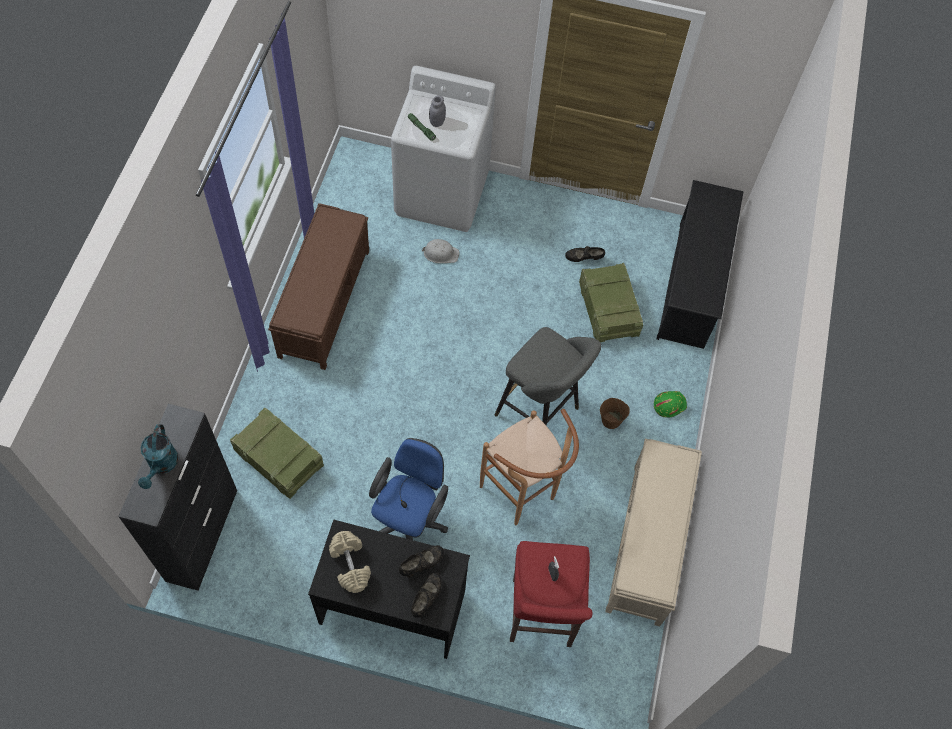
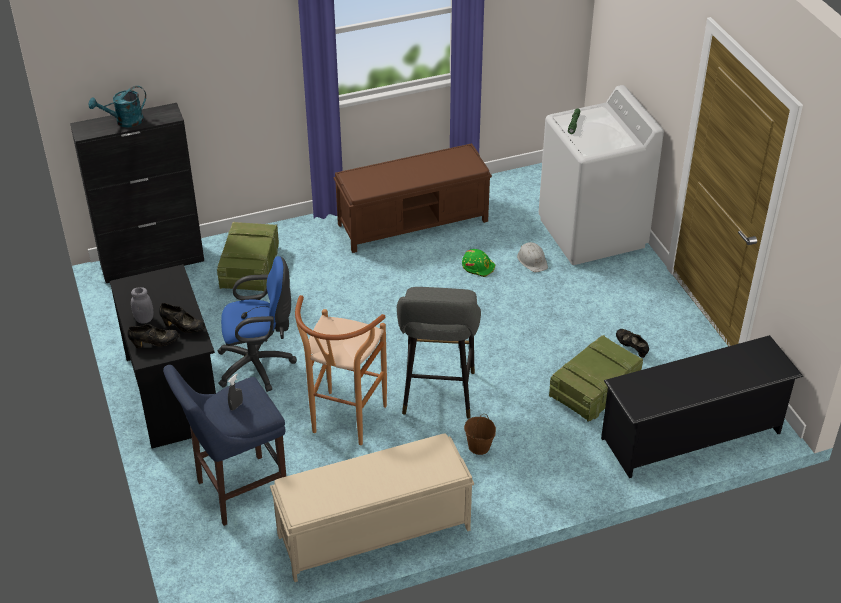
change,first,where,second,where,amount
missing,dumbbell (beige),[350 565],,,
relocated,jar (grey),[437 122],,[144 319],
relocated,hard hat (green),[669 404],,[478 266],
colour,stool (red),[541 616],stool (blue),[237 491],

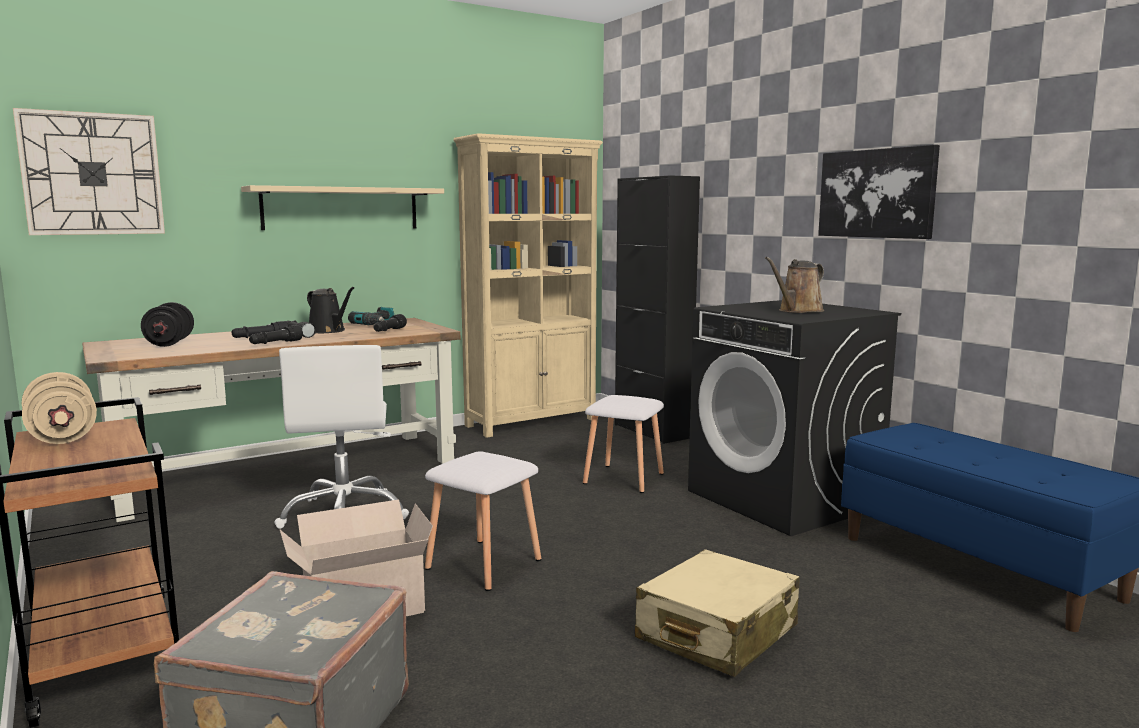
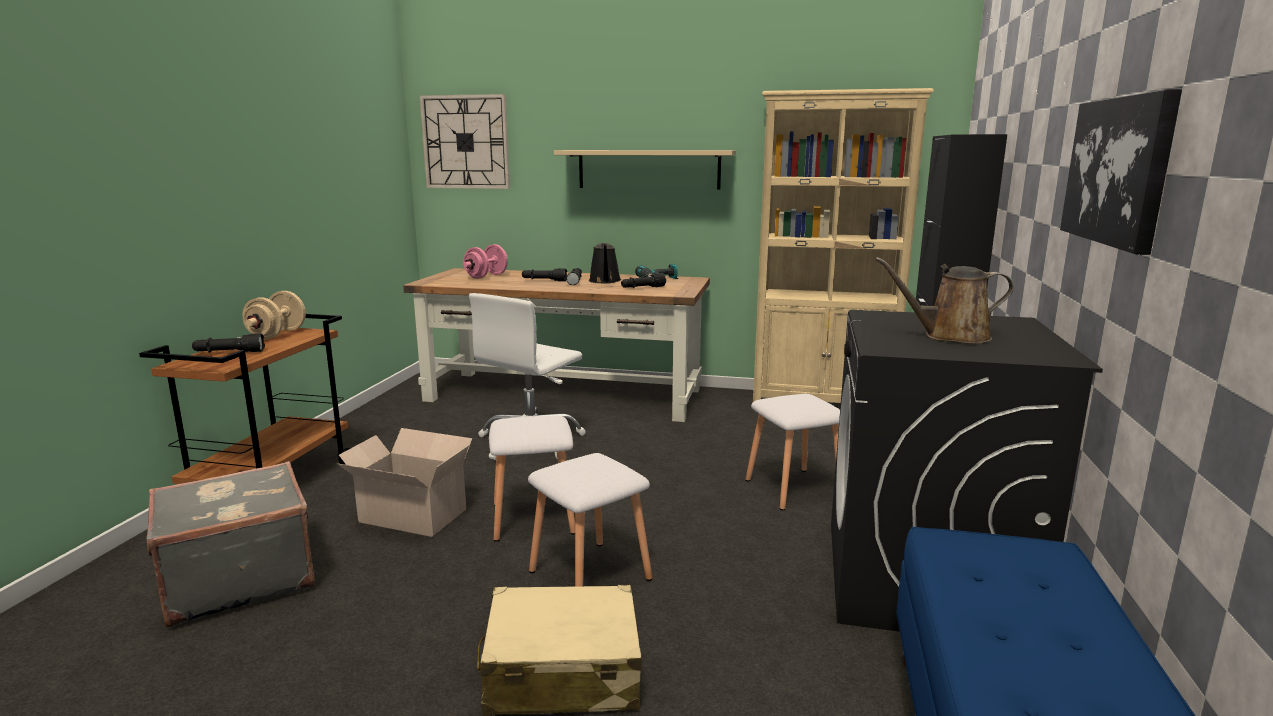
change,first,where,second,where,amount
appeared,,,stool (white),[592 575],
relocated,flashlight (black),[275 343],,[229 353],
colour,dumbbell (black),[170 343],dumbbell (pink),[486 276],

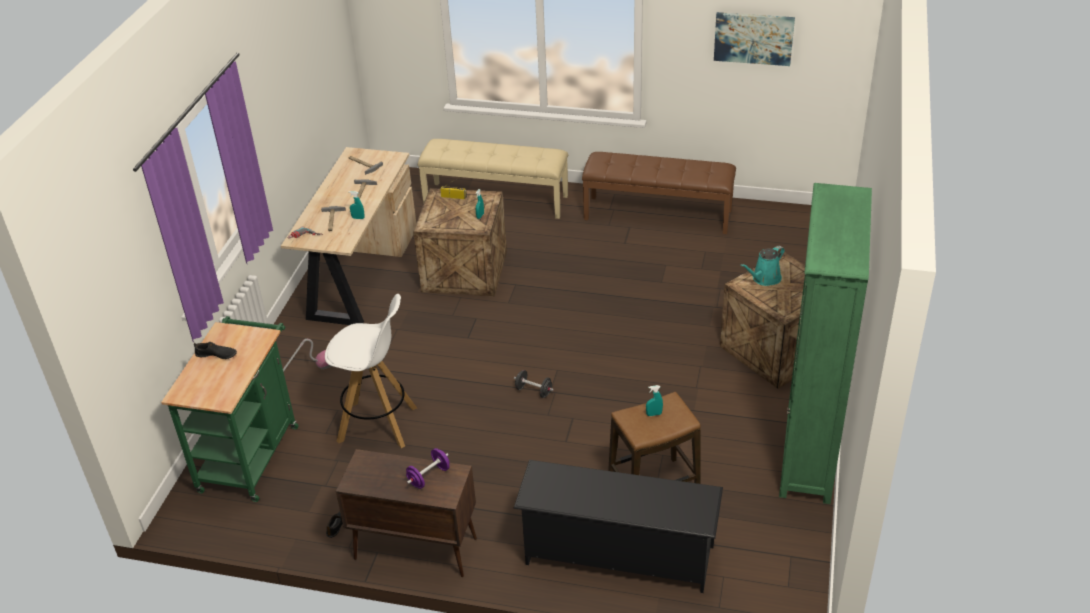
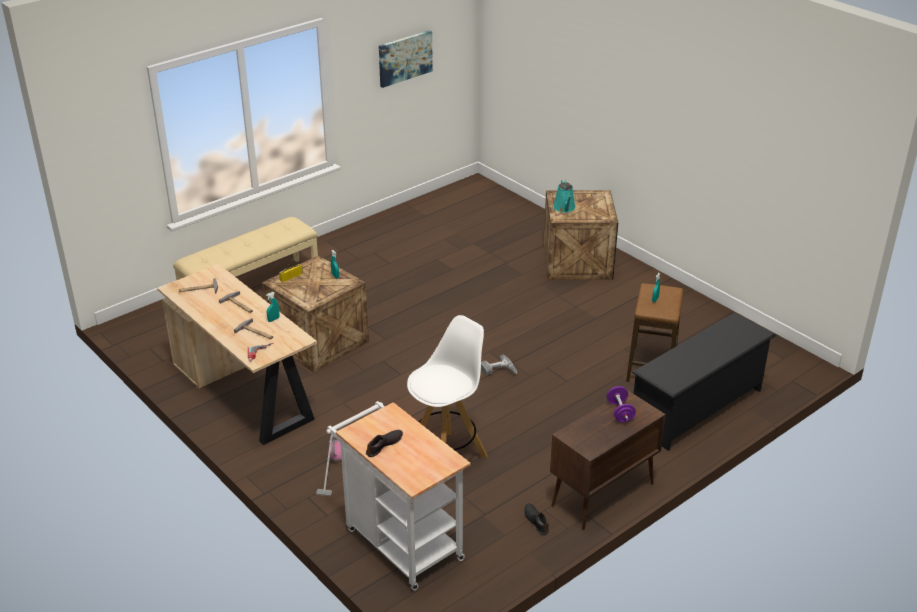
change,first,where,second,where,amount
missing,bench (brown),[658 214],,,
missing,bookcase (green),[808 454],,,
exchanged,dumbbell (black),[534 391],power drill,[498 371],
colour,cart (green),[251 453],cart (white),[399 541],

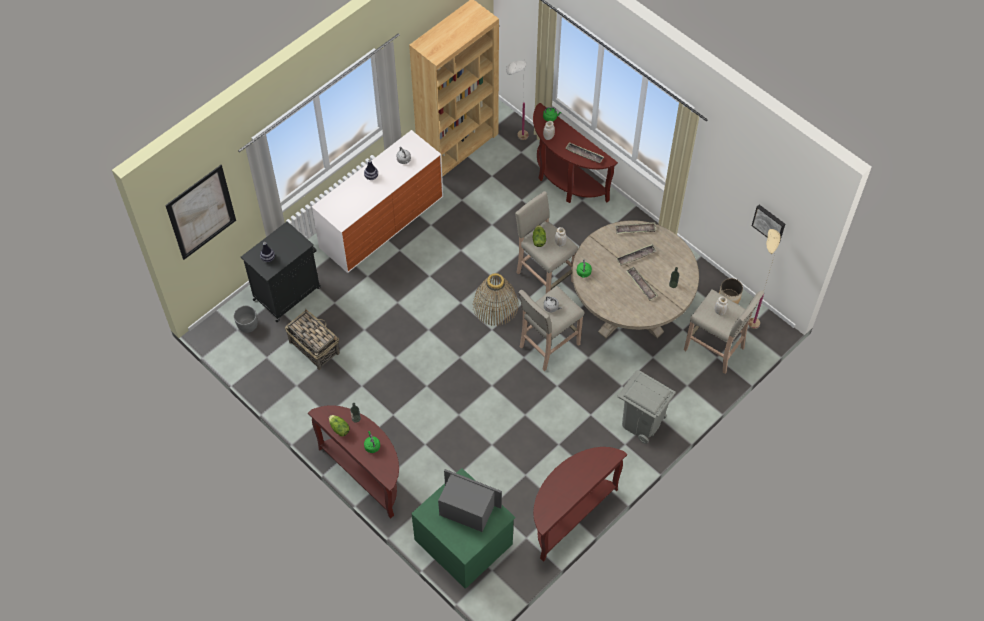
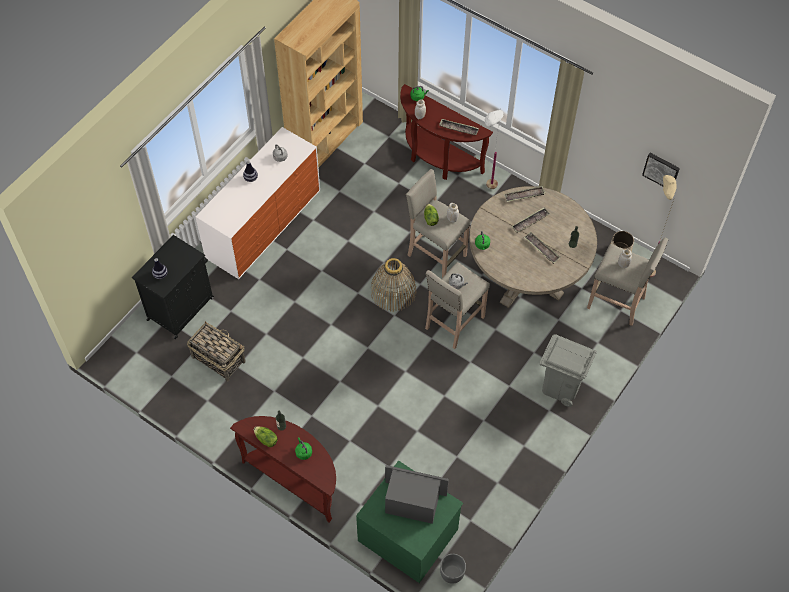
change,first,where,second,where,amount
missing,picture,[201 212],,,
missing,console table (brown),[569 514],,,
relocated,planter (grey),[247 325],,[452 573],
relocated,floor lamp (white),[516 143],,[487 193],

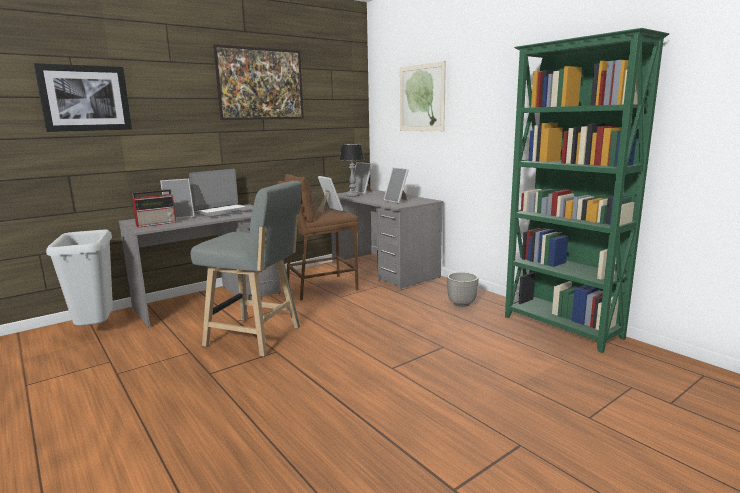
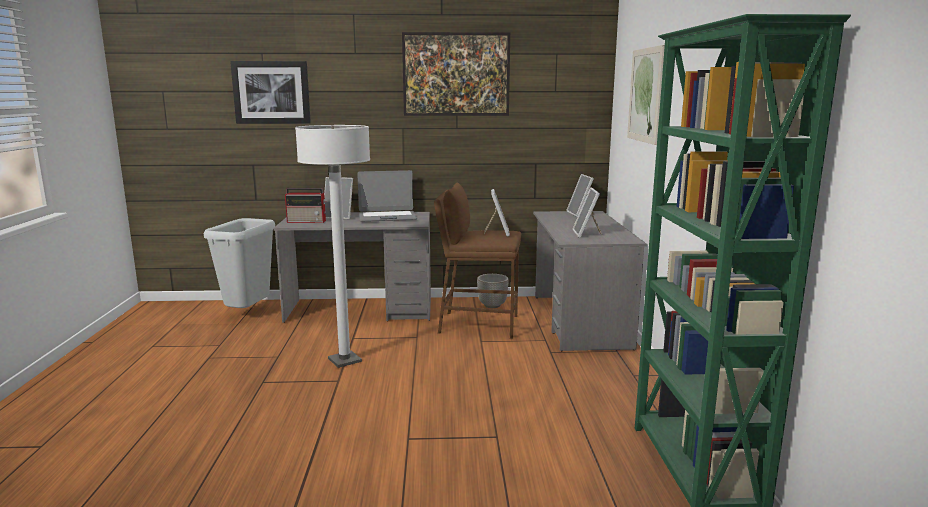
change,first,where,second,where,amount
missing,table lamp,[352 195],,,
relocated,planter,[462 304],,[492 305],
exchanged,stool (grey),[257 337],floor lamp (white),[344 360],

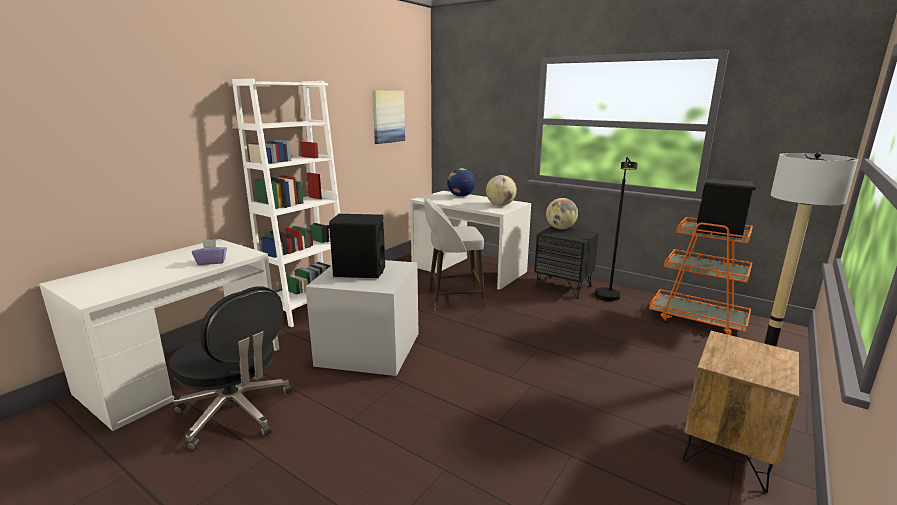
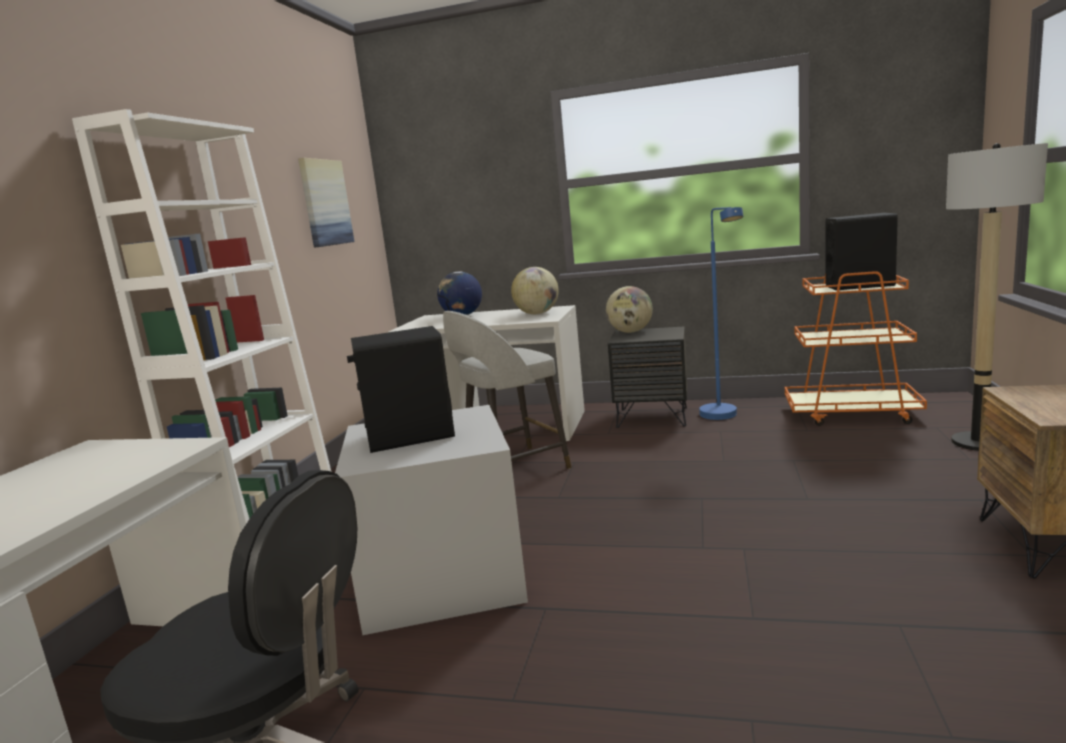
change,first,where,second,where,amount
missing,tissue box (purple),[211 262],,,
colour,floor lamp (black),[608 299],floor lamp (blue),[723 417],

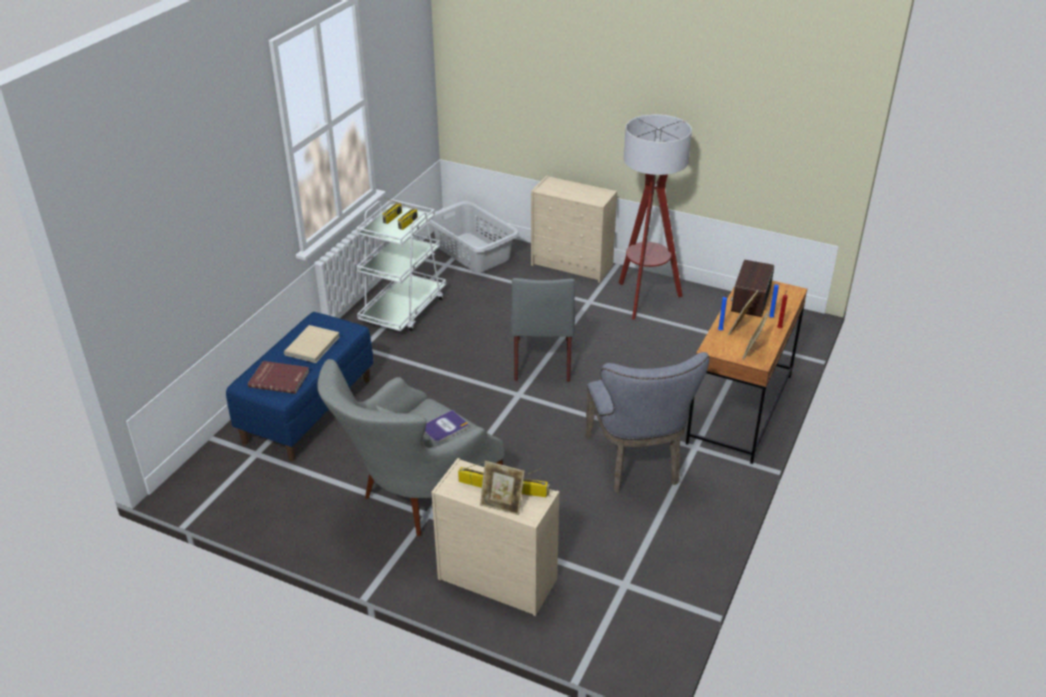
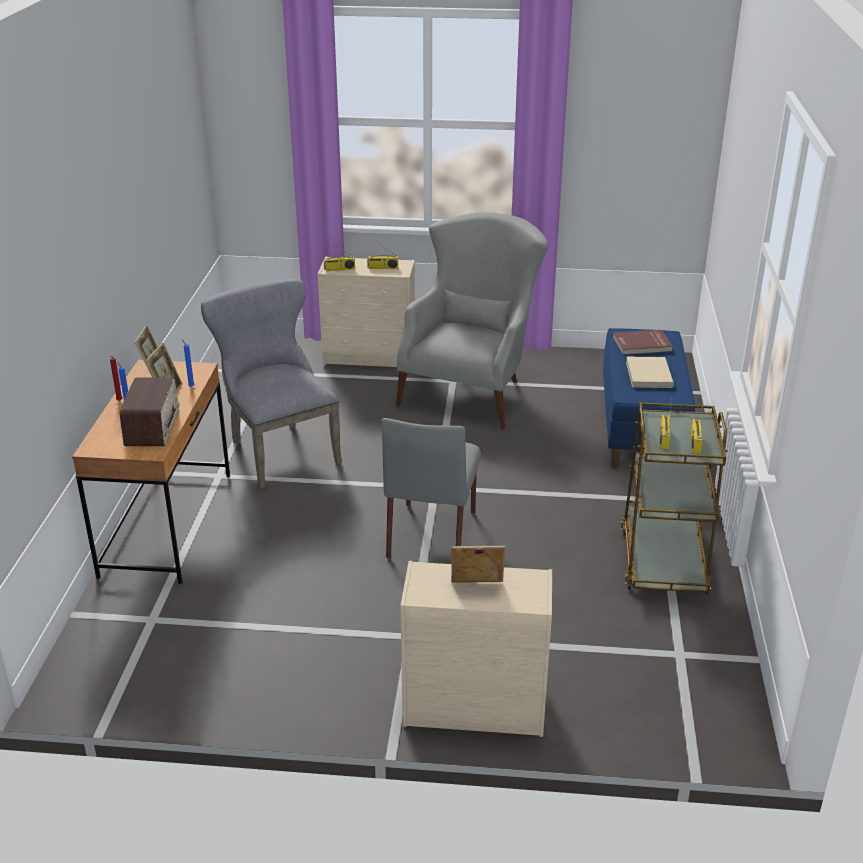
change,first,where,second,where,amount
missing,book,[444 427],,,
missing,laundry basket (grey),[472 253],,,
missing,floor lamp,[644 299],,,
relocated,picture frame,[502 505],,[477 587],
colour,cart (white),[404 309],cart (brown),[663 560],
spun,chair (grey),[542 359],,[432 533],150 degrees counterclockwise

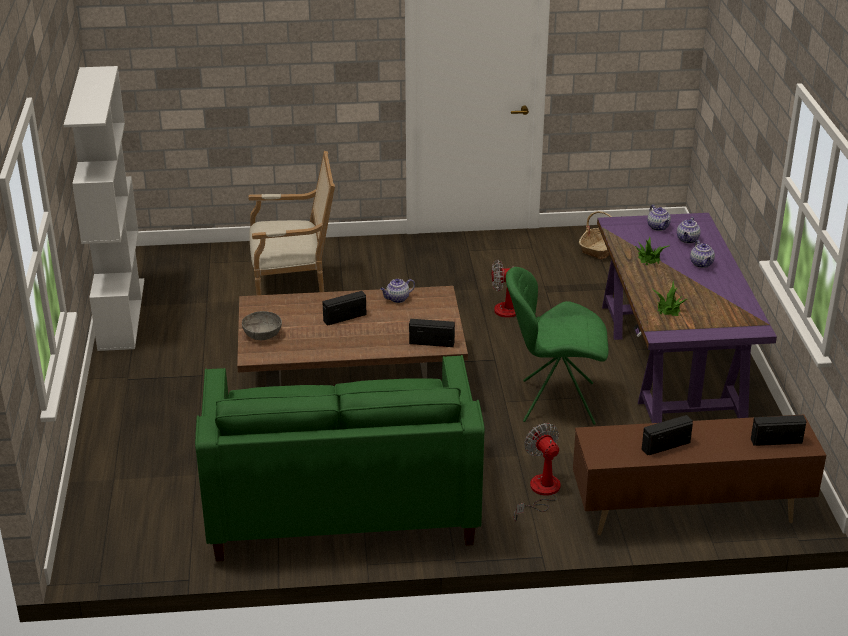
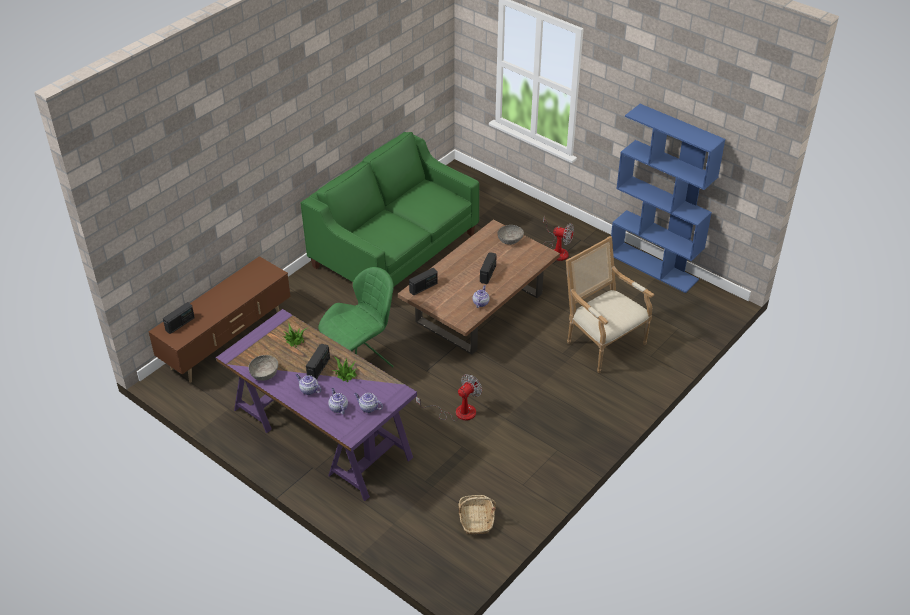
change,first,where,second,where,amount
appeared,,,bowl (grey),[264 373],
relocated,fan,[540 492],,[557 250],
relocated,radio,[665 445],,[319 368],
colour,bookcase (white),[121 314],bookcase (blue),[654 267],
spun,armchair,[294 289],,[602 342],105 degrees clockwise

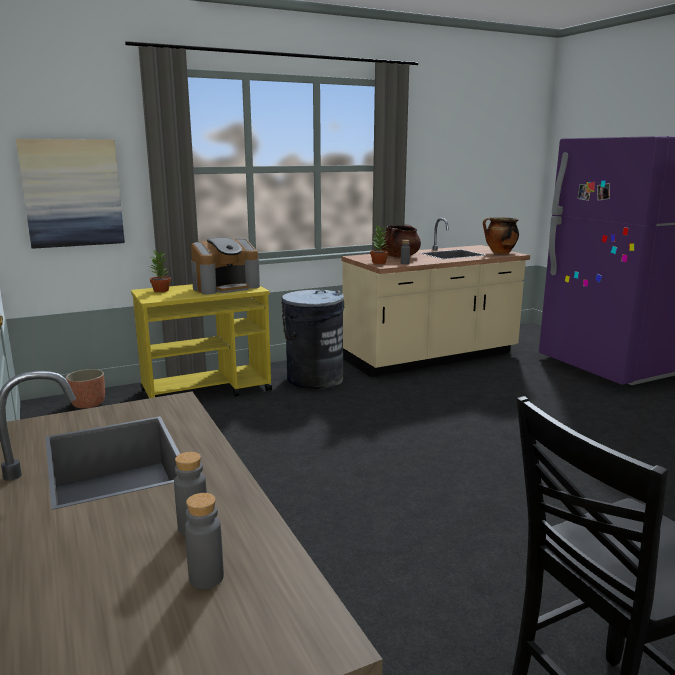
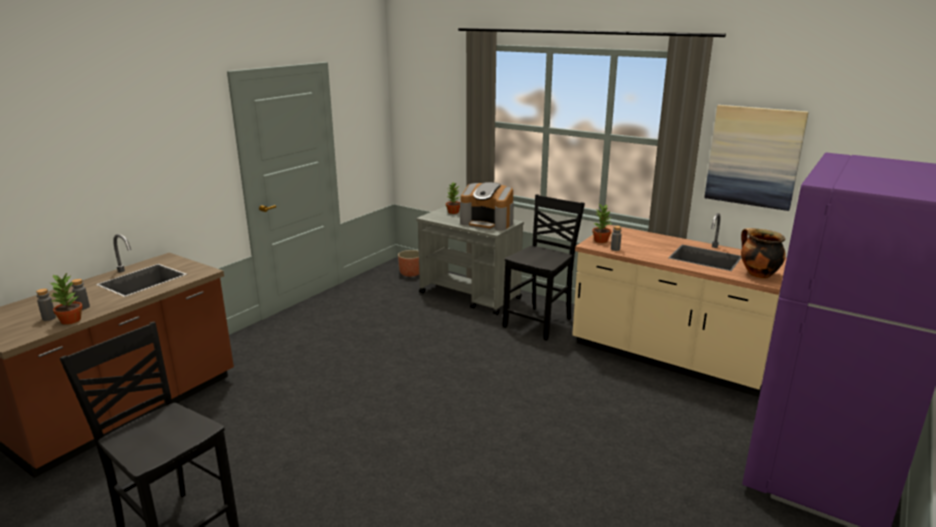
change,first,where,second,where,amount
missing,cooking pot (brown),[399 256],,,
appeared,,,potted plant,[71 320],
relocated,picture,[72 193],,[754 156],
exchanged,trash can (grey),[314 379],chair (black),[540 323],
colour,cart (yellow),[207 390],cart (grey),[470 296],

